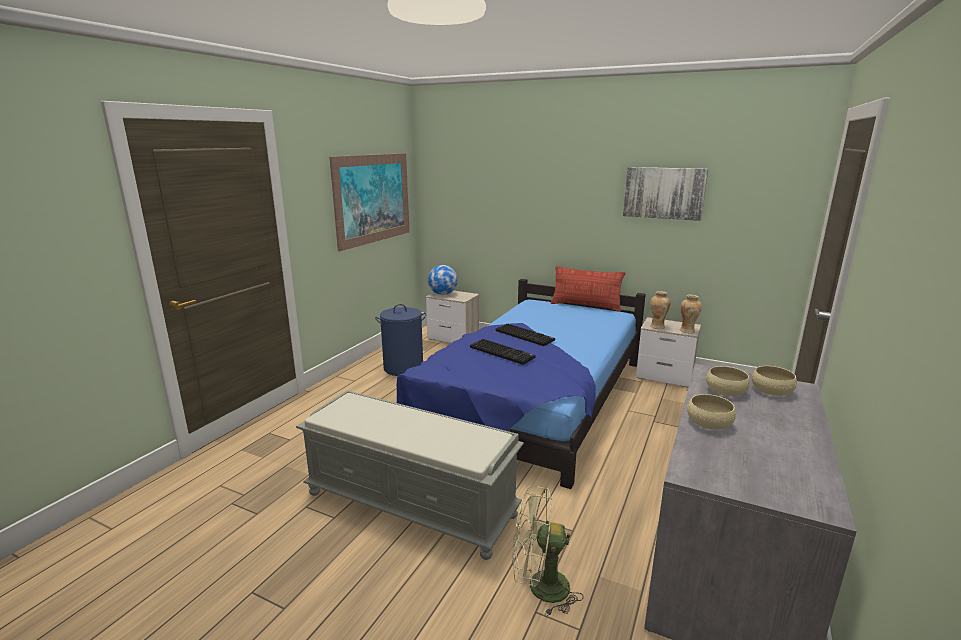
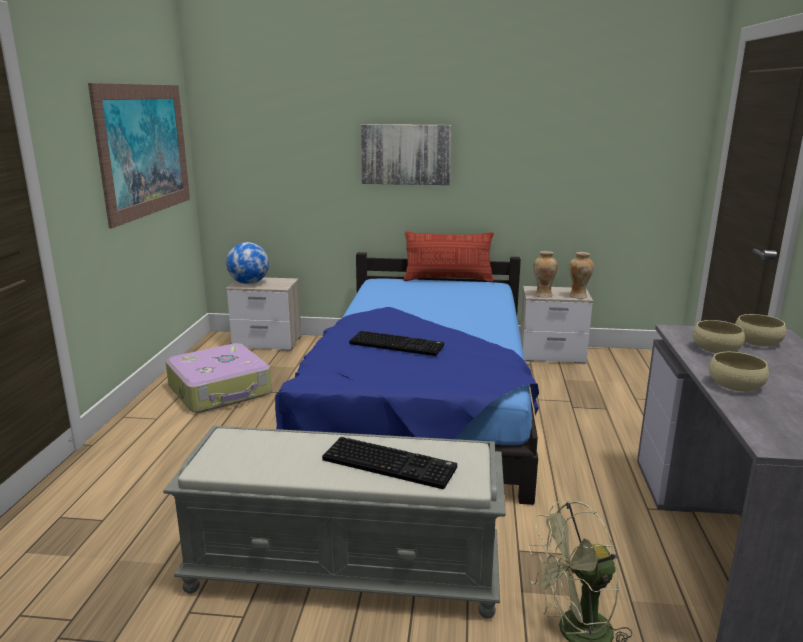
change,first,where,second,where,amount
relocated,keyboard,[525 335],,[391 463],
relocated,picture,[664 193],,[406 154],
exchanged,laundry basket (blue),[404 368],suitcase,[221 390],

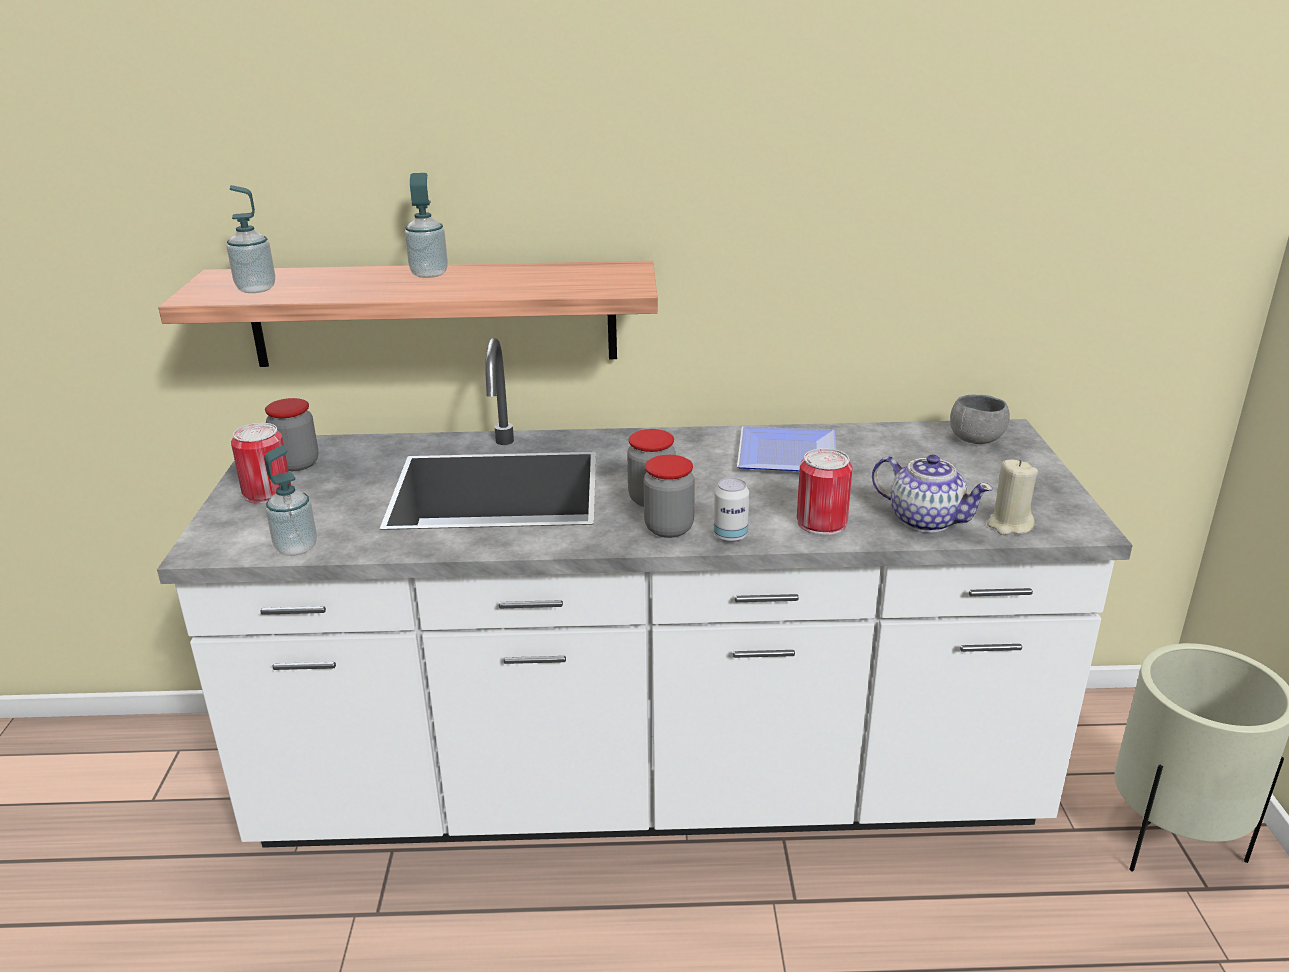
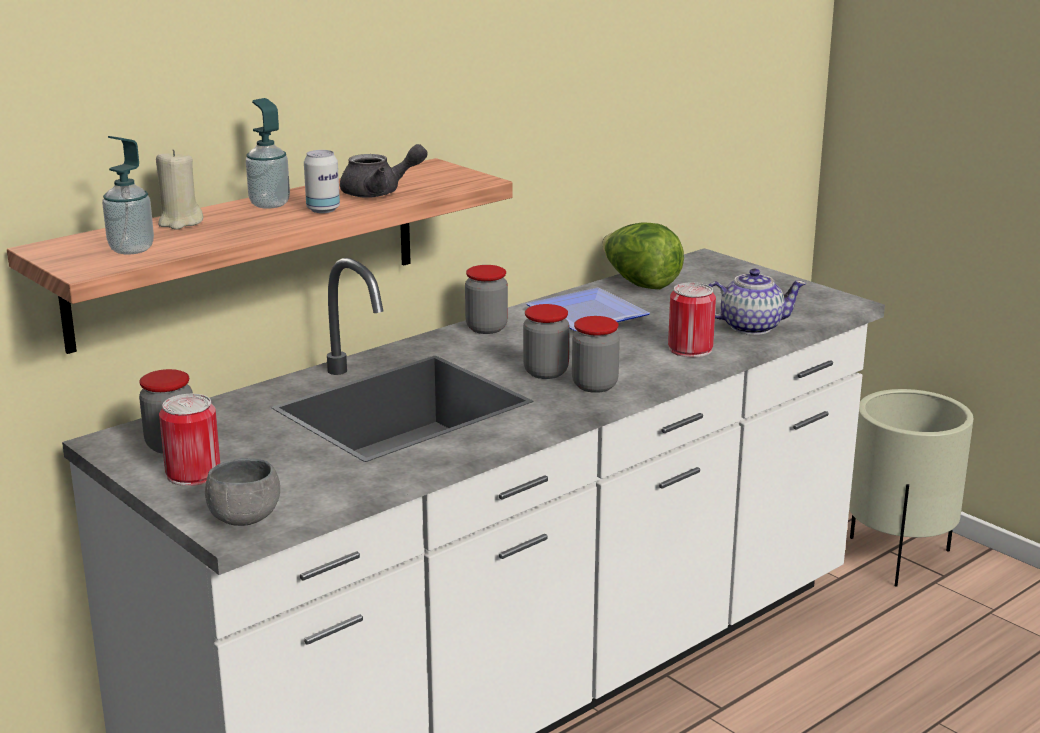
change,first,where,second,where,amount
missing,soap dispenser,[296 547],,,
appeared,,,teapot (grey),[379 192],
appeared,,,jar,[486 328],
appeared,,,lettuce,[639 284],
relocated,can,[730 536],,[323 209],
relocated,bowl (grey),[976 439],,[245 518],
relocated,candle (beige),[1009 525],,[180 222],

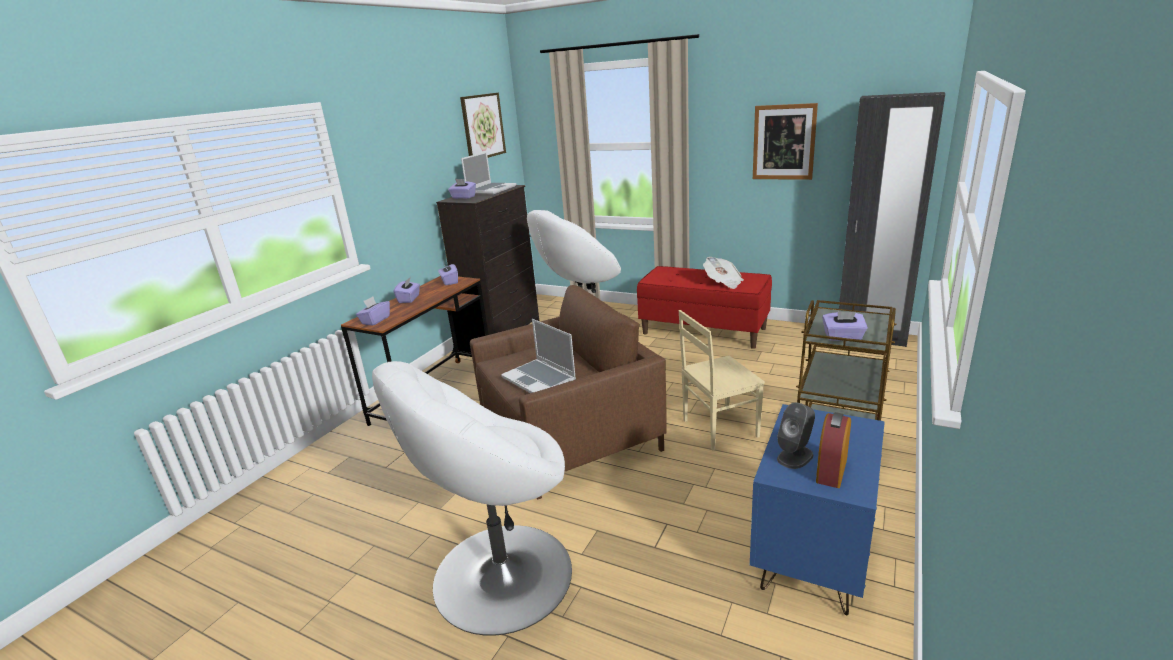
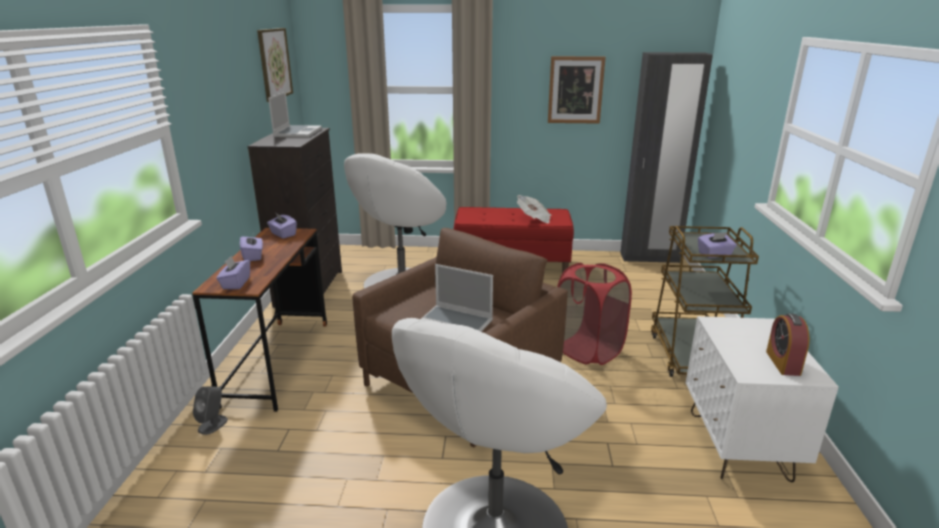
change,first,where,second,where,amount
missing,tissue box (purple),[463 197],,,
relocated,speaker (grey),[795 456],,[213 424],
exchanged,chair (beige),[718 428],laundry basket (red),[588 350],
colour,nightstand (blue),[812 561],nightstand (white),[738 446],

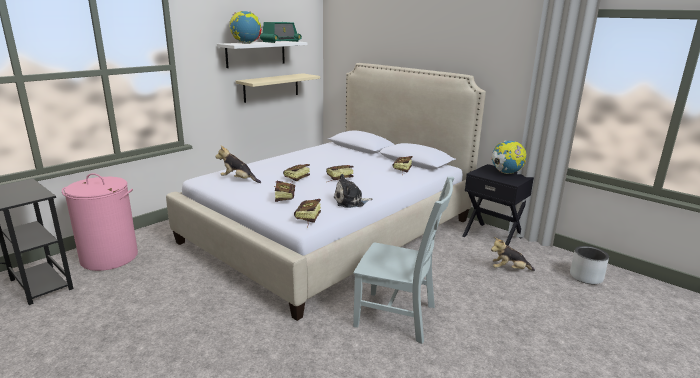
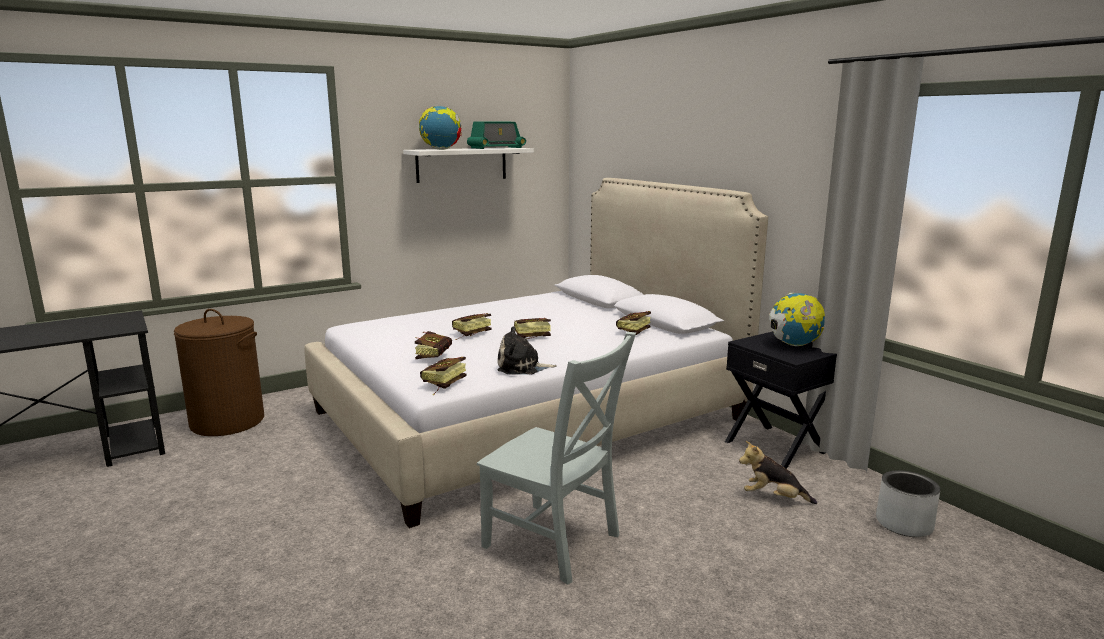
change,first,where,second,where,amount
missing,plush toy,[238 180],,,
missing,shelf (beige),[271 87],,,
colour,laundry basket (pink),[109 257],laundry basket (brown),[228 421],

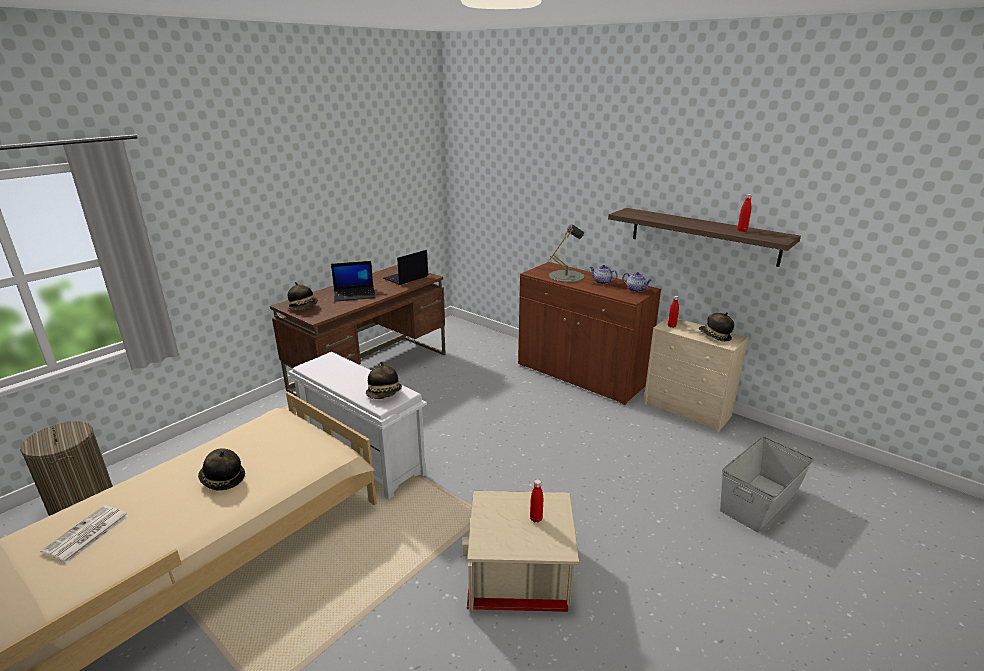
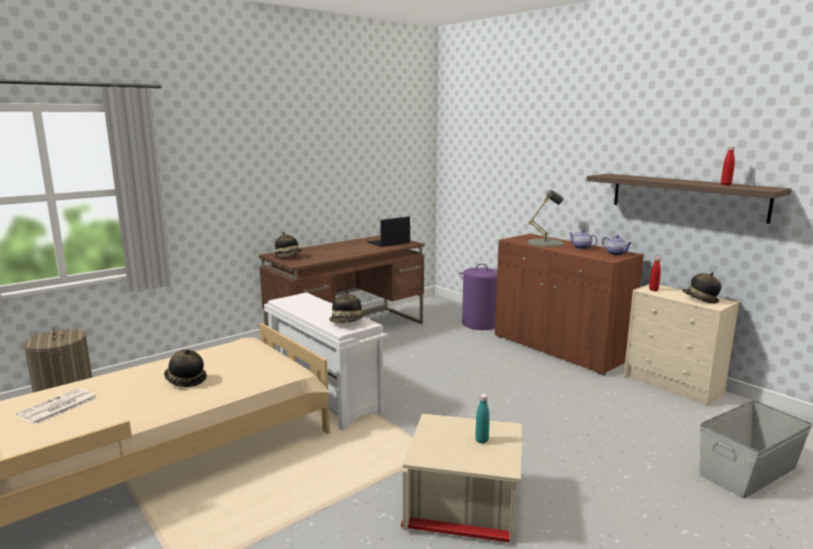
change,first,where,second,where,amount
missing,laptop,[355 294],,,
appeared,,,laundry basket (purple),[480 323],
colour,bottle (red),[536 519],bottle (turquoise),[481 440],

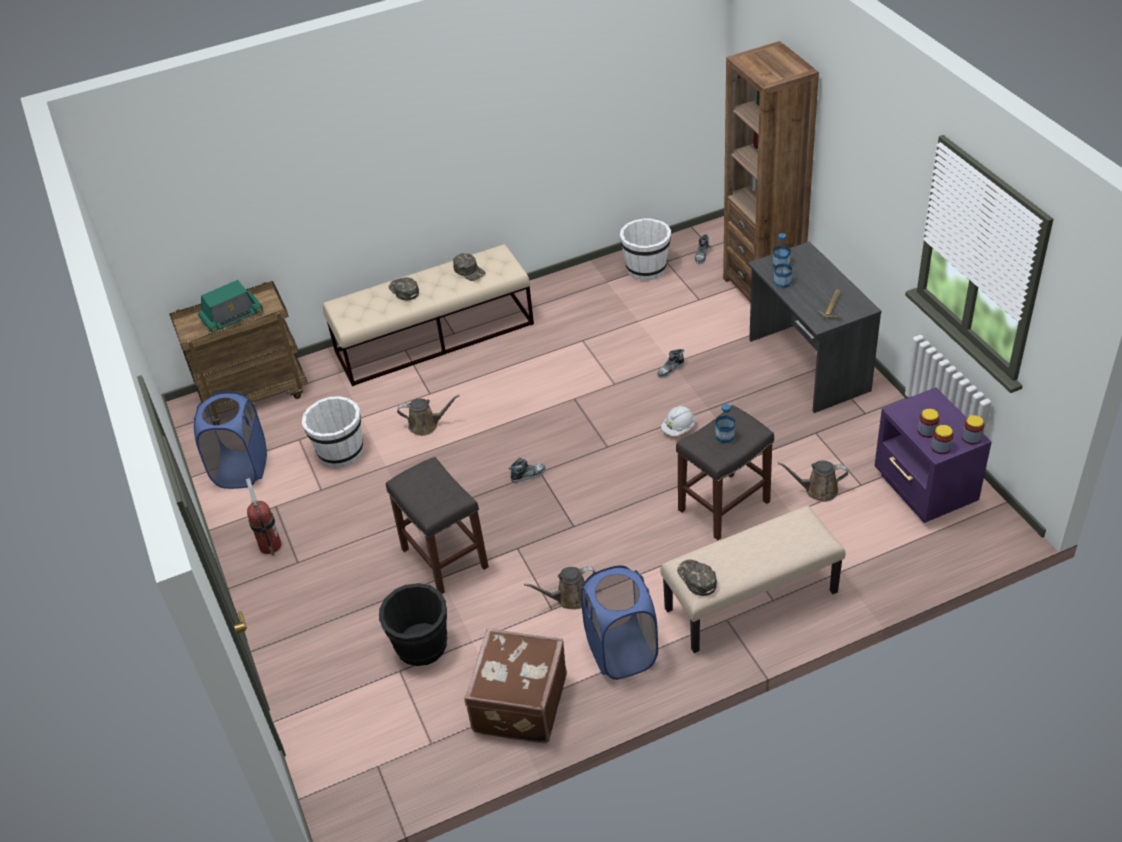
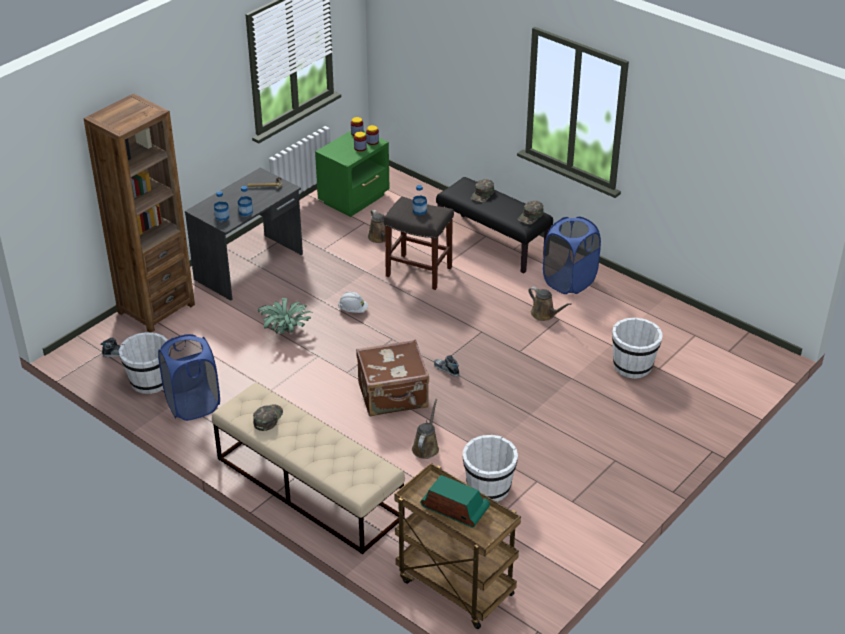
change,first,where,second,where,amount
missing,fire extinguisher,[270 545],,,
missing,stool (grey),[443 558],,,
relocated,laundry basket (blue),[241 469],,[193 405],
relocated,cap (green),[403 290],,[482 194],
relocated,suitcase (brown),[518 704],,[393 396],
exchanged,shoe,[670 369],potted plant,[286 331],
colour,bucket (black),[421 646],bucket (white),[633 366],
colour,bench (beige),[751 602],bench (black),[493 243],
colour,nightstand (purple),[924 490],nightstand (green),[355 199],
spun,watering can (brown),[426 425],,[426 447],45 degrees clockwise

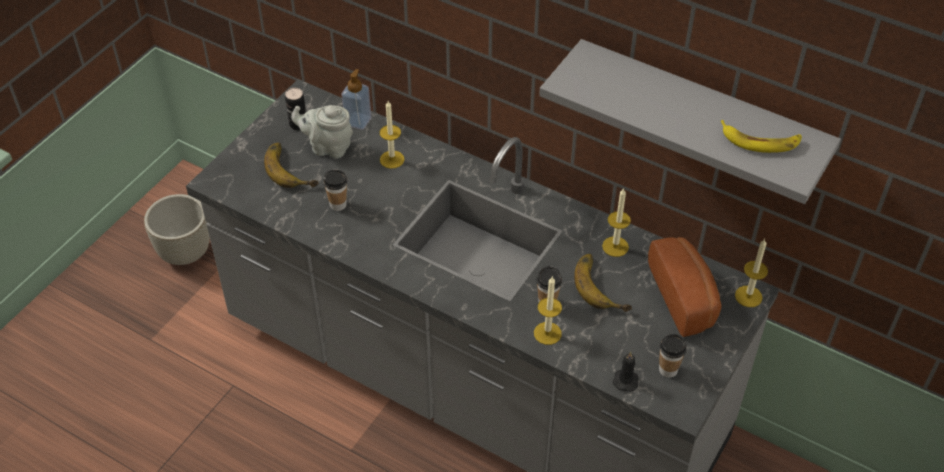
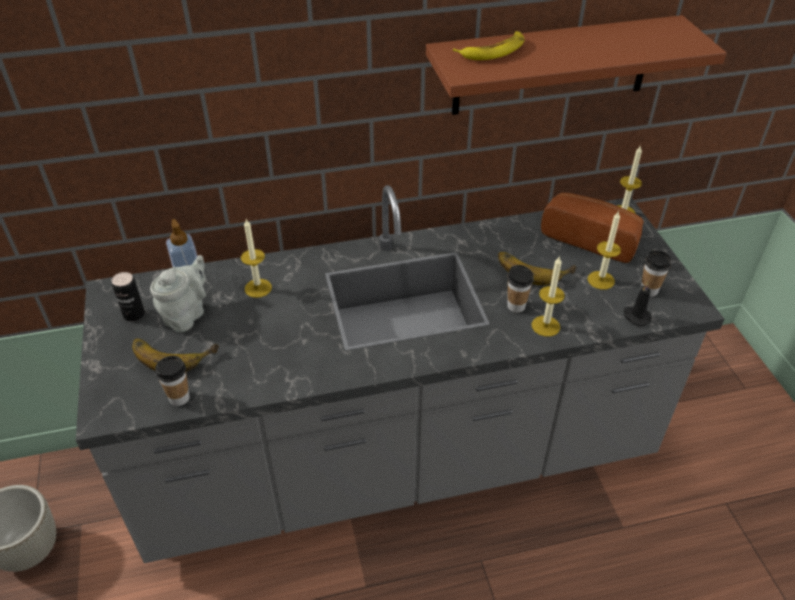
change,first,where,second,where,amount
relocated,cup,[338 205],,[179 398],
relocated,candle,[615 246],,[601 280],
relocated,banana,[760 141],,[493 51],
colour,shelf (grey),[700 116],shelf (brown),[552 66],
spun,teapot (grey),[328 147],,[186 315],150 degrees clockwise

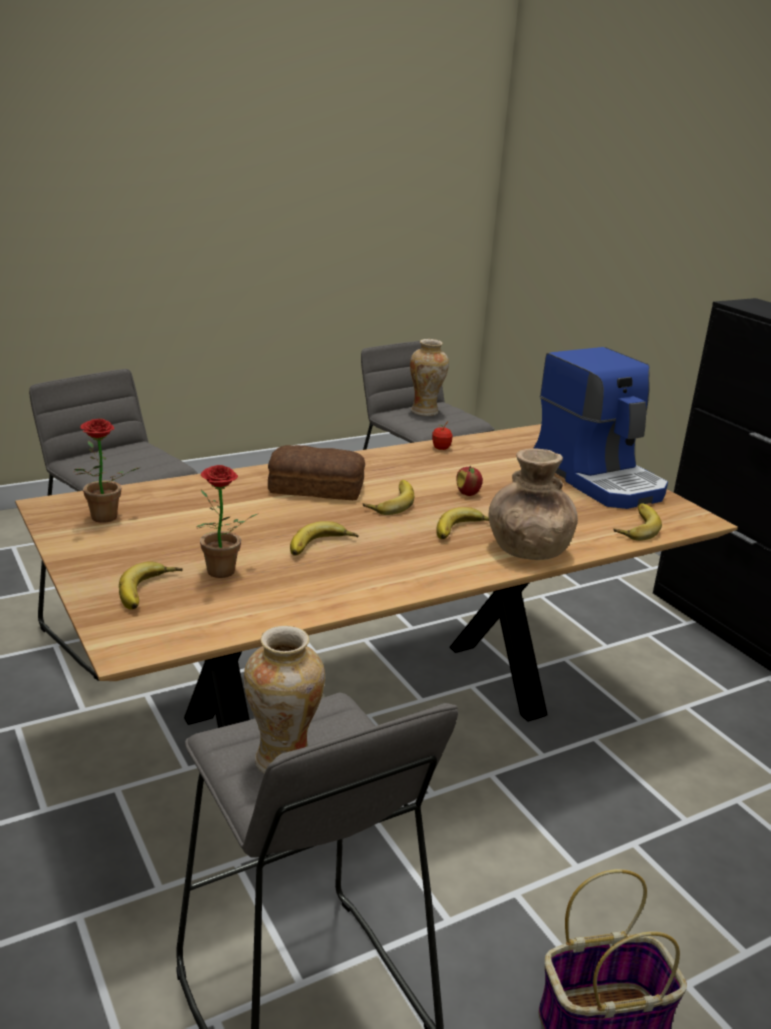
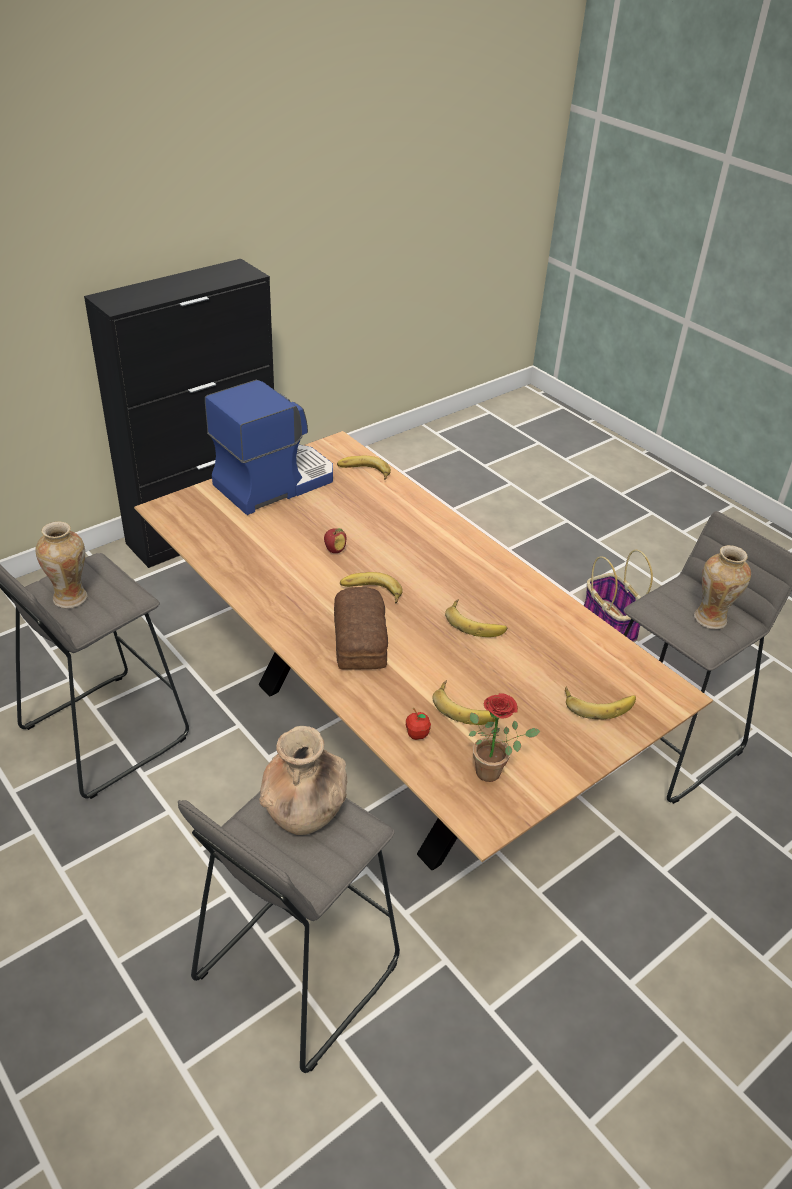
change,first,where,second,where,amount
missing,potted plant,[222 574],,,
relocated,apple,[441 448],,[417 734],
relocated,banana,[463 531],,[466 707],
relocated,vase (brown),[527 550],,[304 812],

